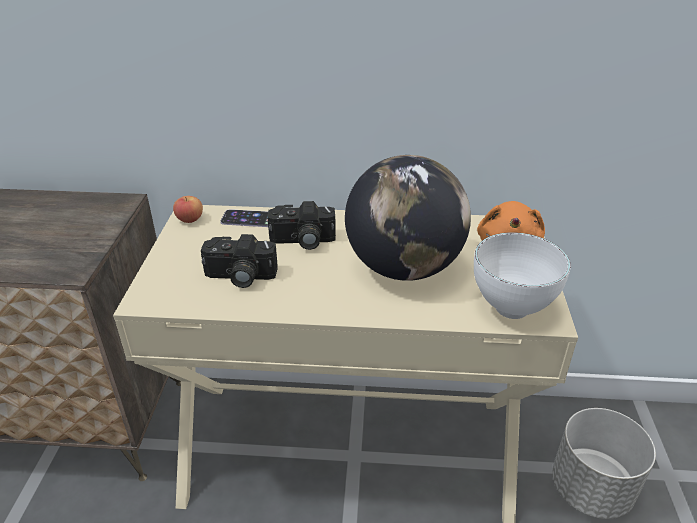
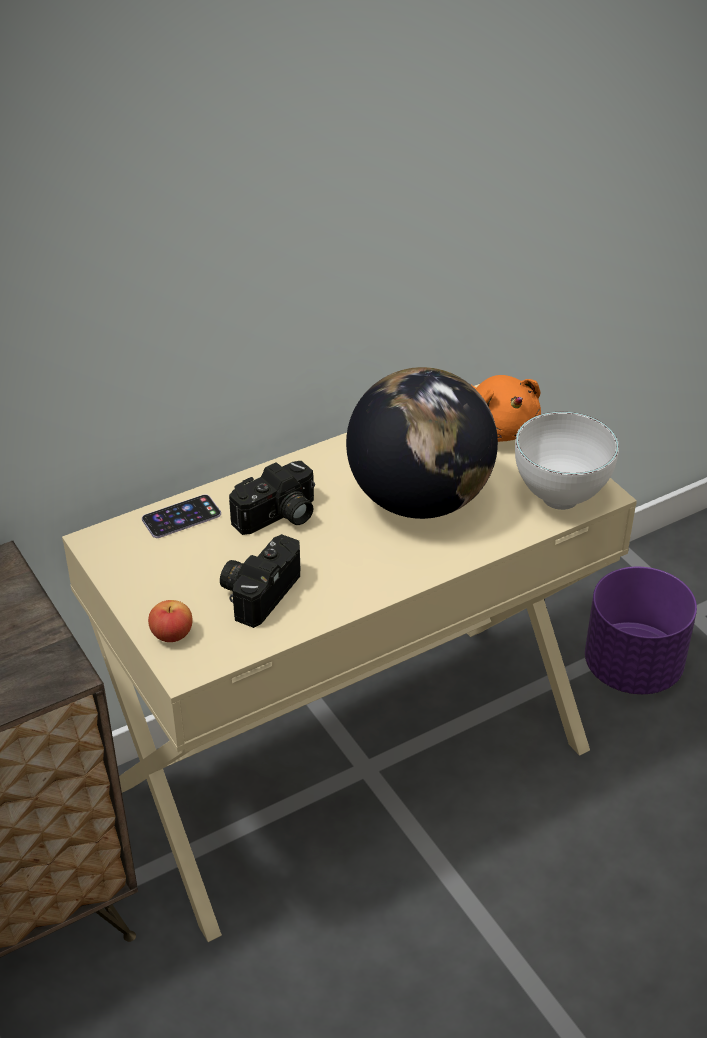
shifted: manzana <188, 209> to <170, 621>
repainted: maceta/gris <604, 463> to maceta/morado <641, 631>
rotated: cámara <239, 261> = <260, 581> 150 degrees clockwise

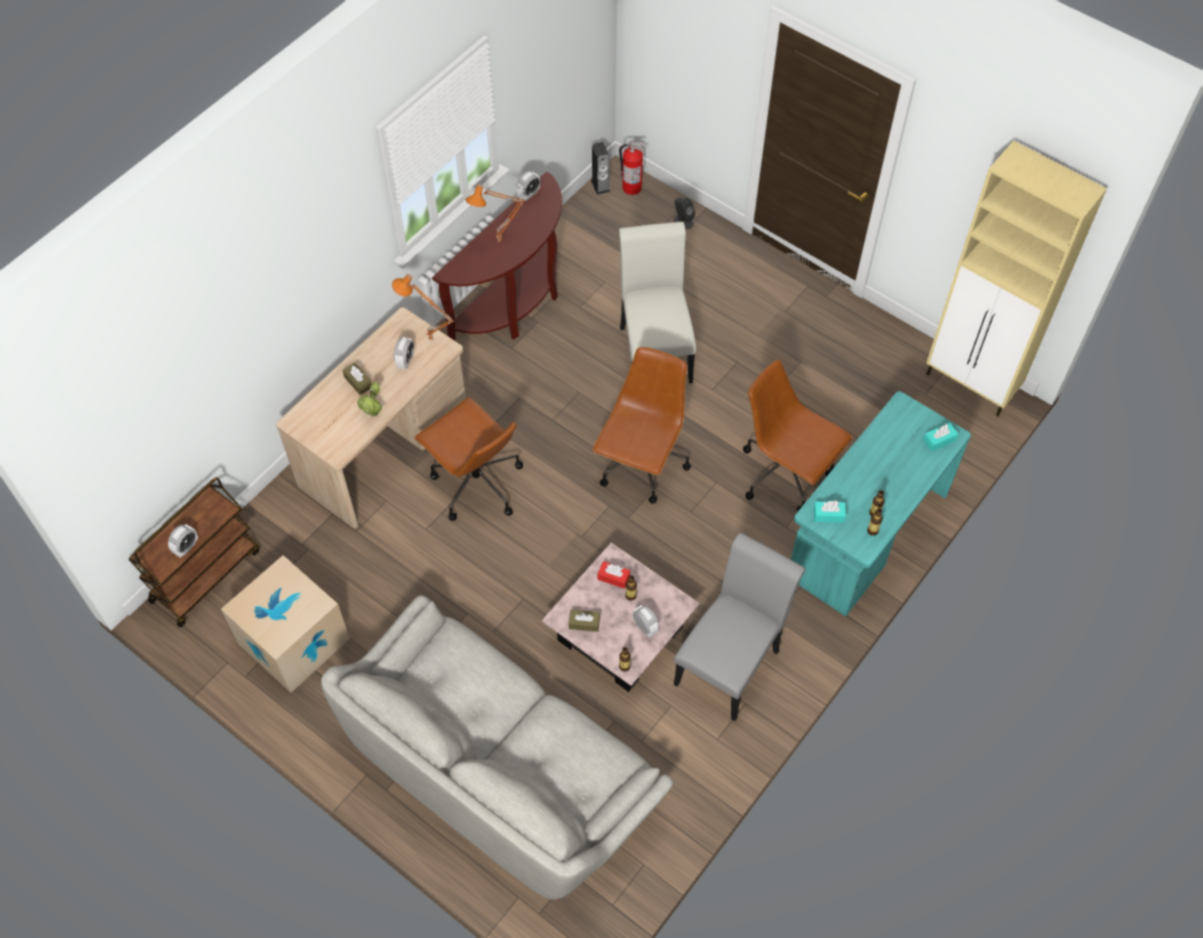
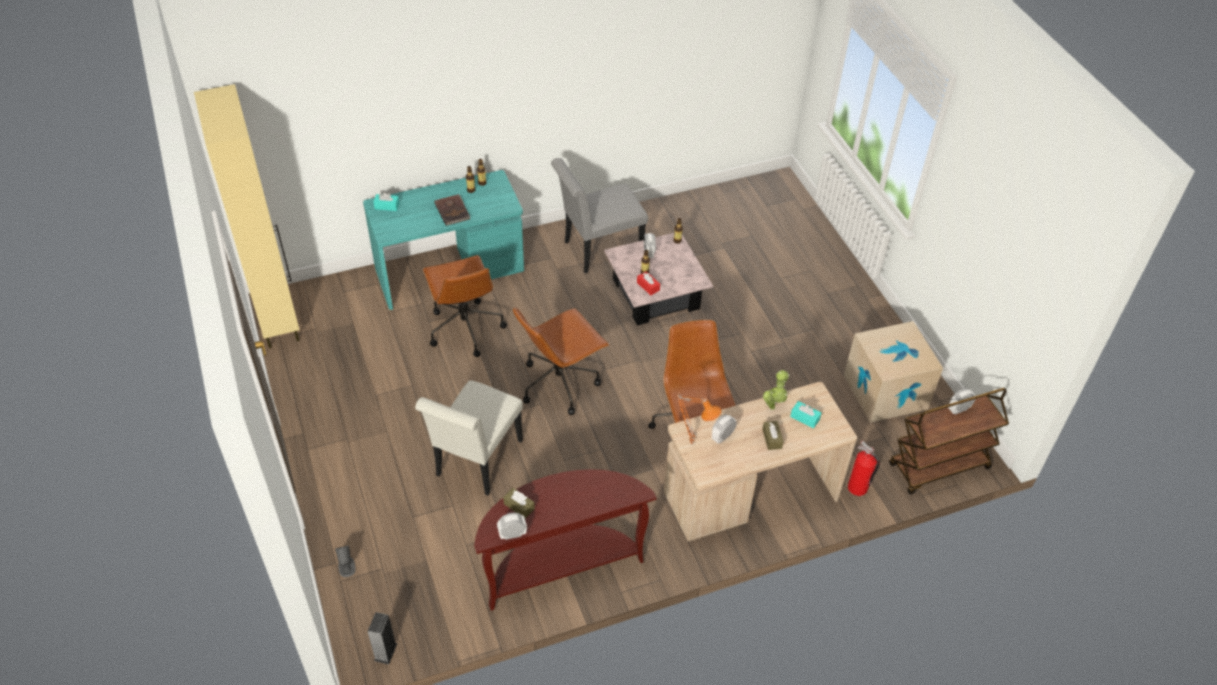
gone: lámpara de mesa/naranja <495, 213>; sofá/gris <497, 747>
new: libro/marrón <452, 210>
shifted: extintor <632, 169> to <864, 468>; caja de pañuelos/turquesa <830, 512> to <805, 415>; caja de pañuelos/marrón <584, 620> to <519, 503>

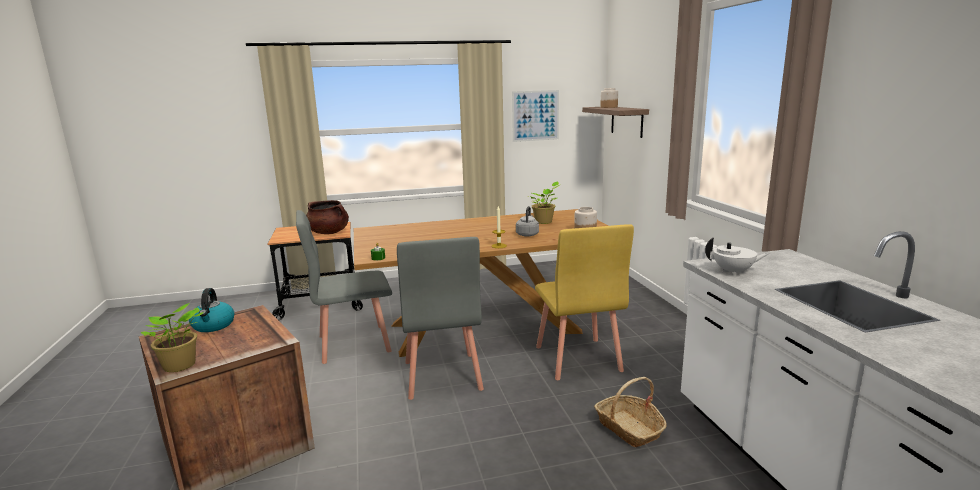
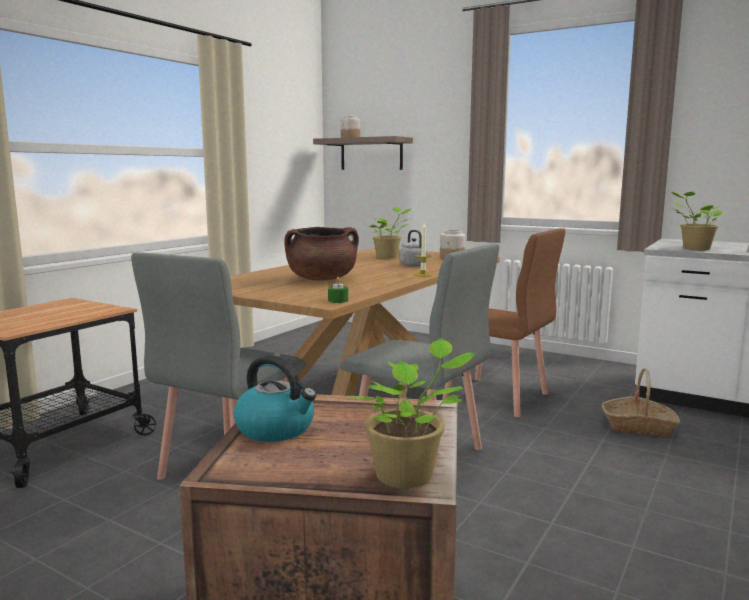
gone: cuadro <535, 116>
shifted: olla/marrón <327, 217> to <321, 254>
swapped: tetera/blanco <737, 256> to planta en maceta <696, 221>
repainted: silla/amarillo <584, 302> to silla/marrón <503, 322>

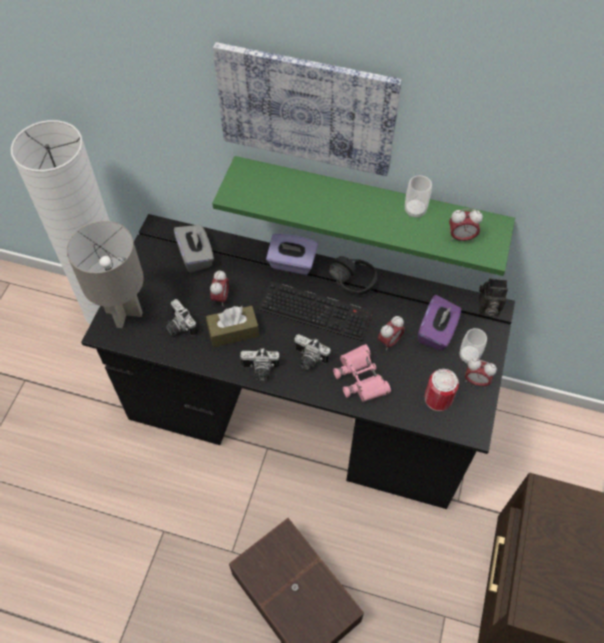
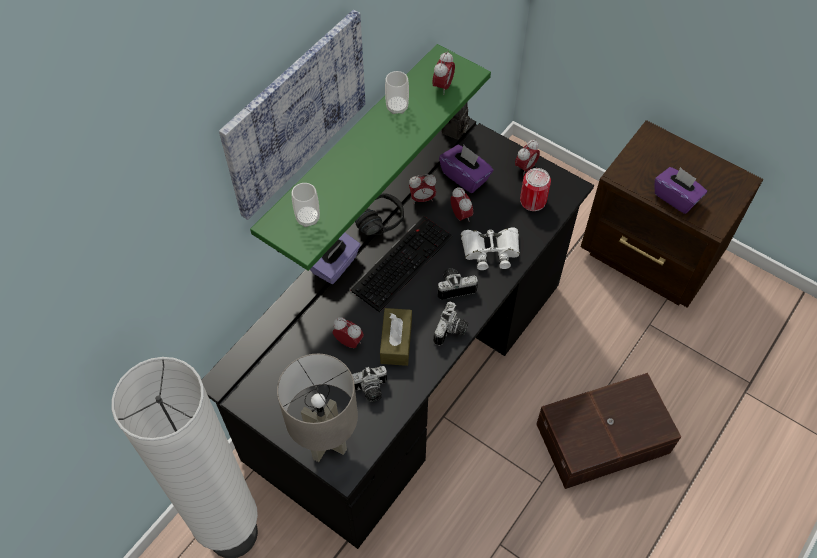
gone: caja de pañuelos/gris <194, 249>
new: caja de pañuelos/morado <681, 190>; despertador <422, 189>
shifted: taza <473, 346> to <306, 205>
repainted: prismáticos/rosa <362, 373> to prismáticos/blanco <490, 248>
rotated: cámara <312, 352> = <458, 284> 150 degrees counterclockwise

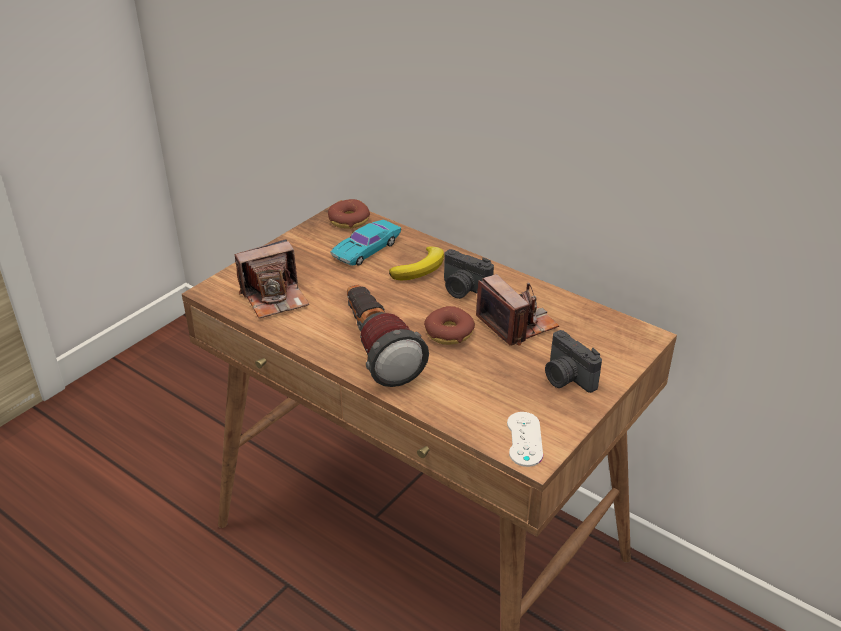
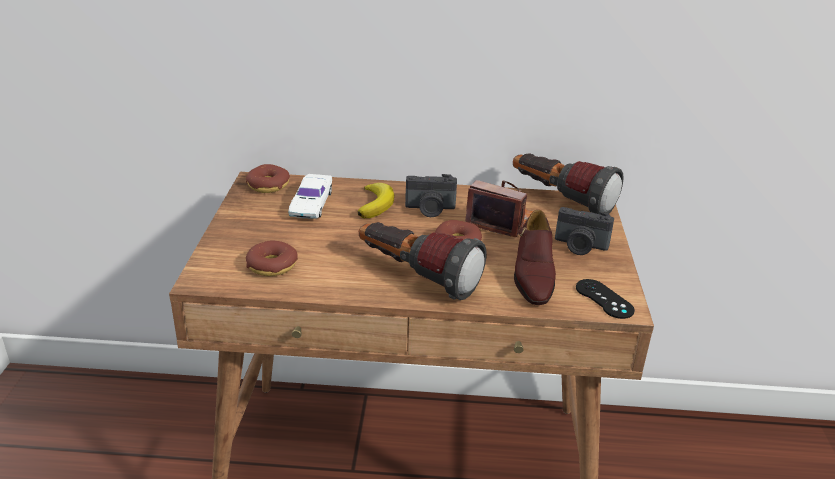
new: linterna <568, 183>; zapato/marrón <535, 257>
swapped: cámara <272, 279> to rosquilla <272, 258>
repainted: coche de juguete/turquesa <366, 243> to coche de juguete/blanco <310, 196>; mando de consola/blanco <525, 439> to mando de consola/negro <605, 299>

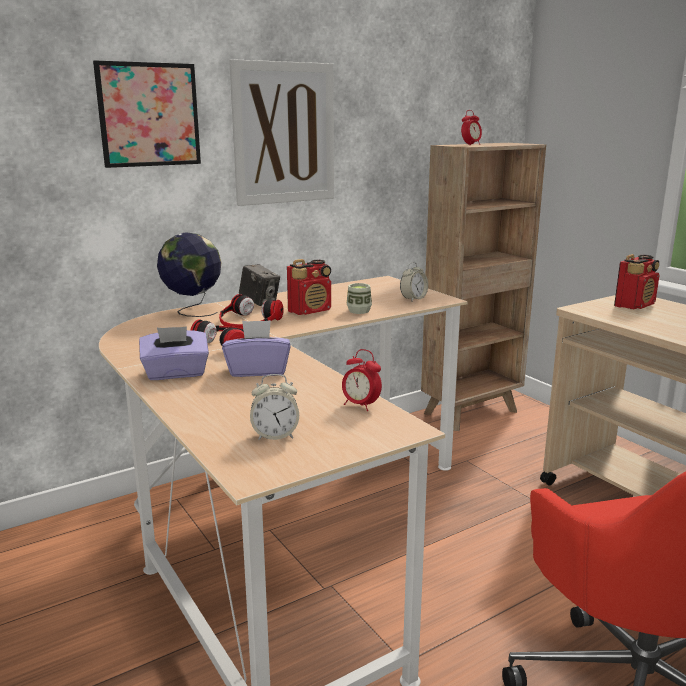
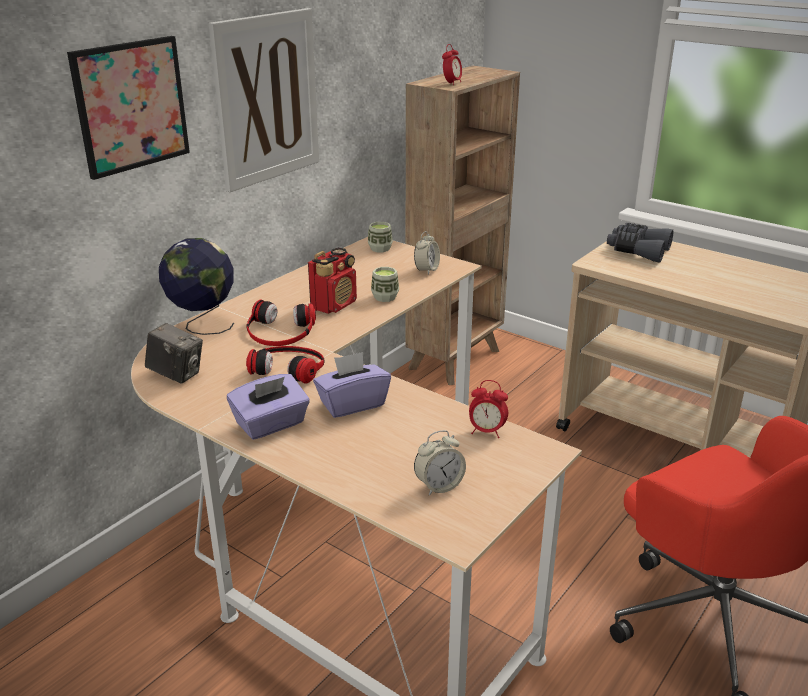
new: taza <380, 237>
shifted: cámara <259, 285> to <174, 353>
swapped: radio <637, 281> to prismáticos/gris <640, 243>

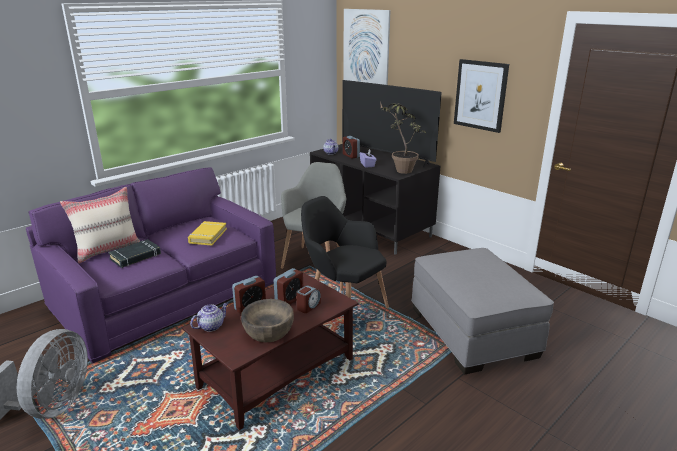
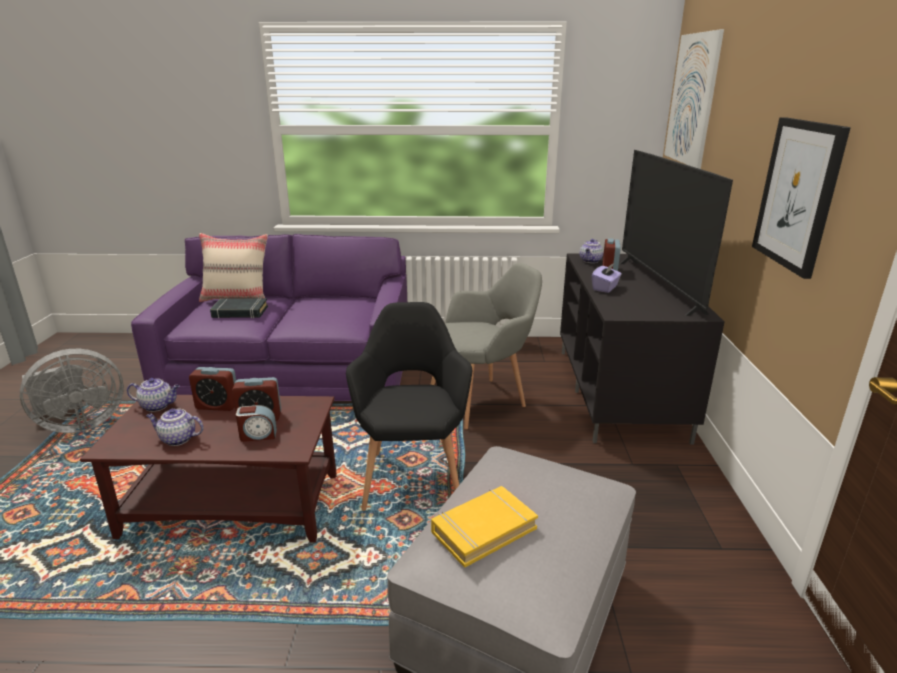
gone: planta en maceta <403, 138>
shifted: libro/amarillo <207, 233> to <484, 527>
swapped: cuenco/marrón <267, 320> to tetera <175, 427>

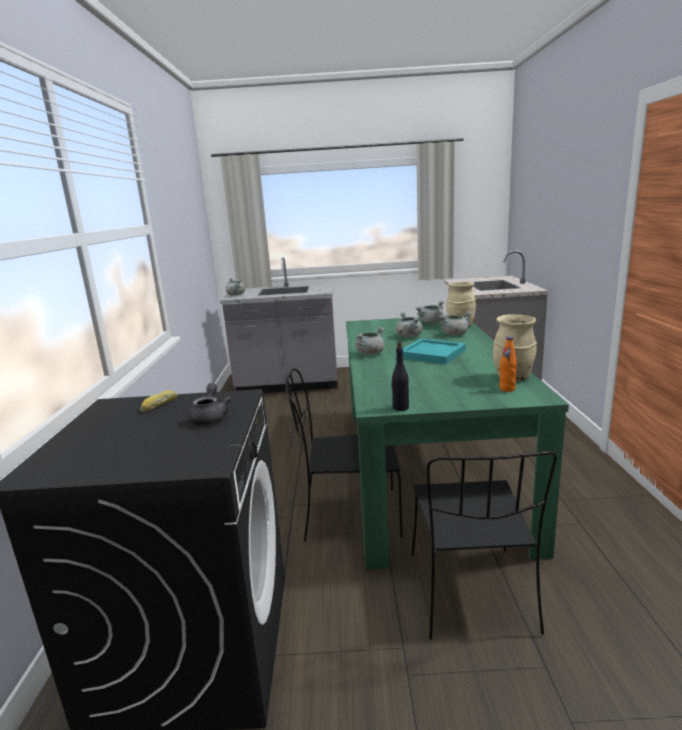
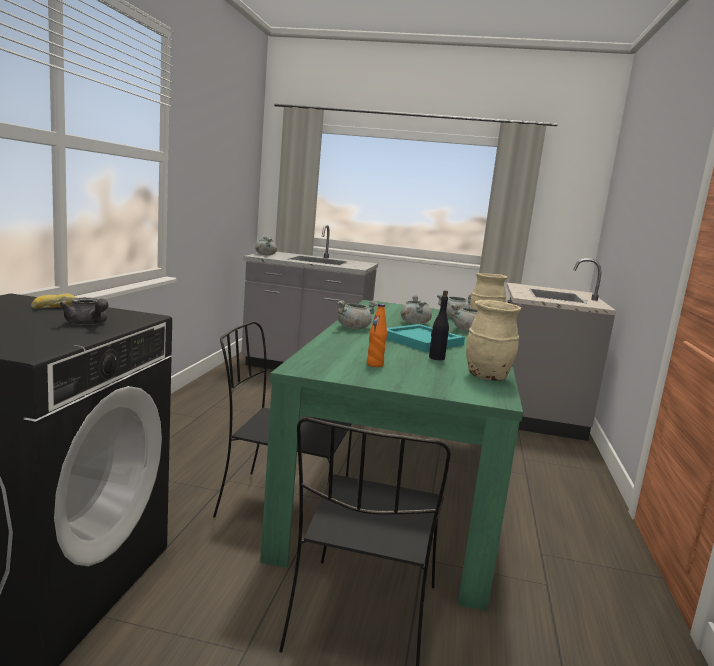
shifted: botella/naranja <508, 364> to <377, 335>; botella/negro <400, 376> to <439, 325>
rotated: tetera/gris <210, 404> = <84, 311> 120 degrees clockwise

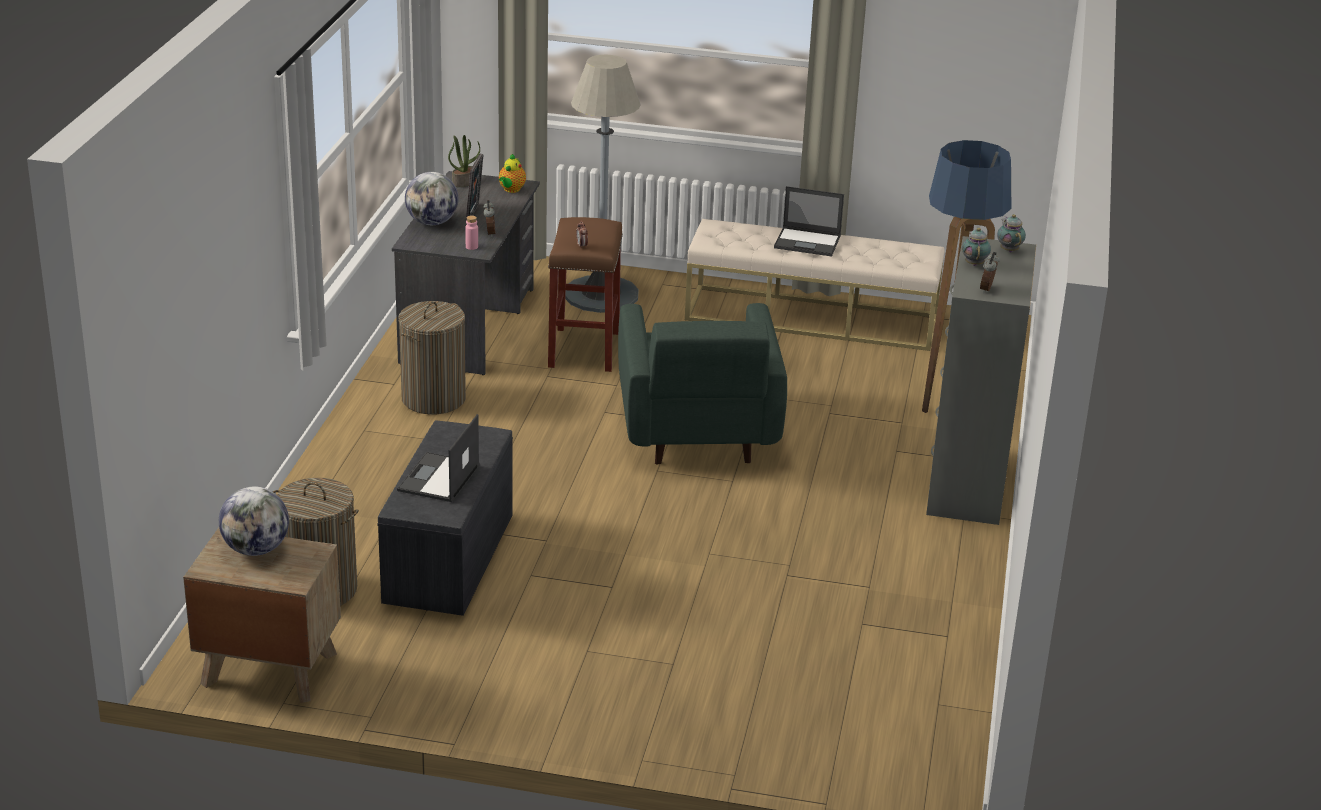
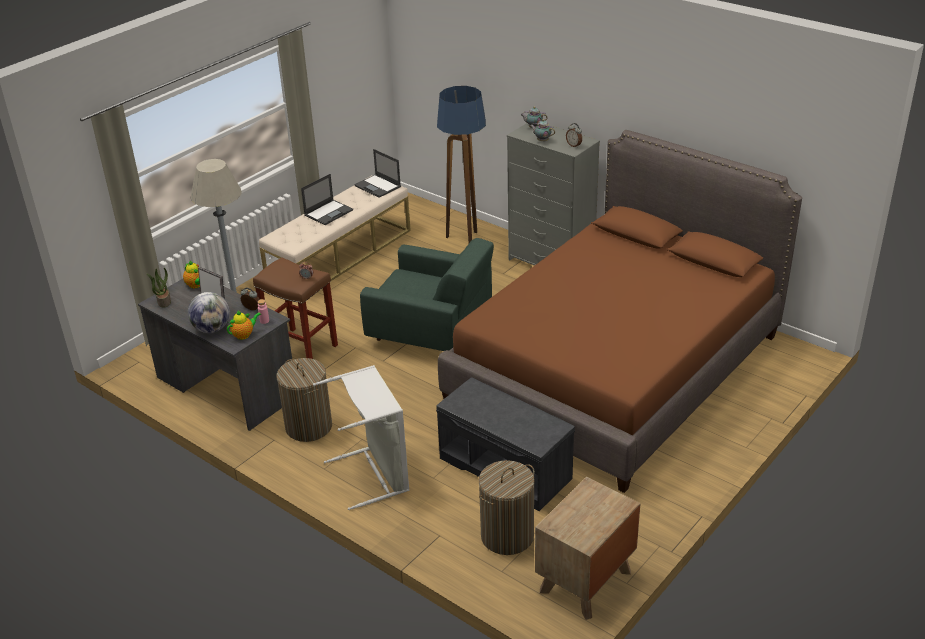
gone: globo terráqueo <254, 521>
new: cama/marrón <620, 311>; tetera <244, 325>; cesto de la ropa/gris <361, 437>
shifted: portátil <438, 458> to <377, 173>

